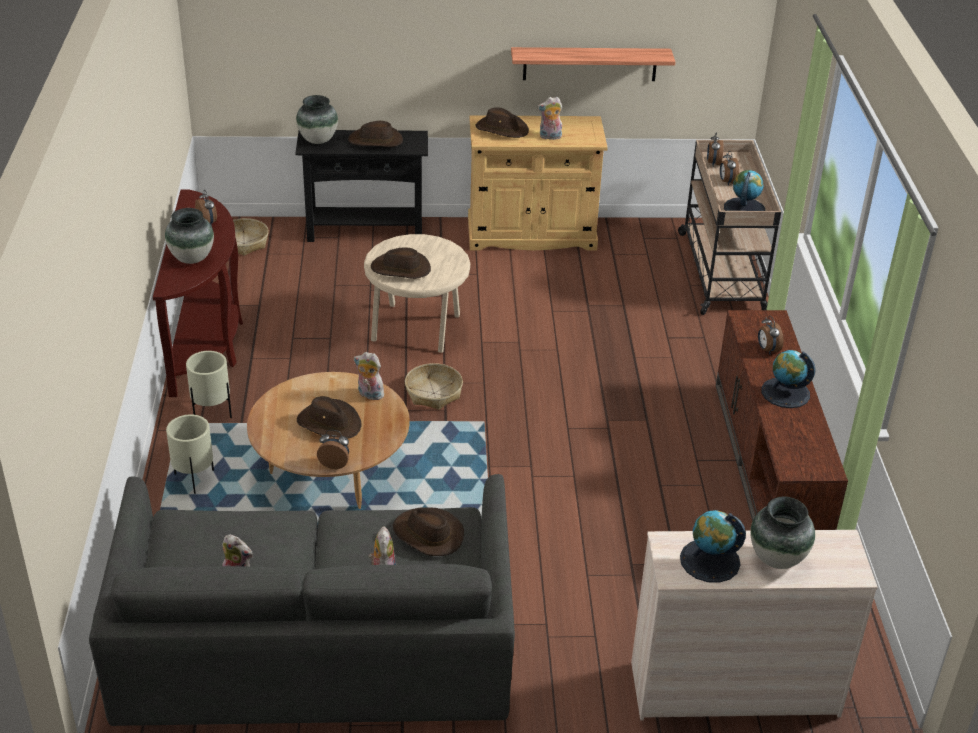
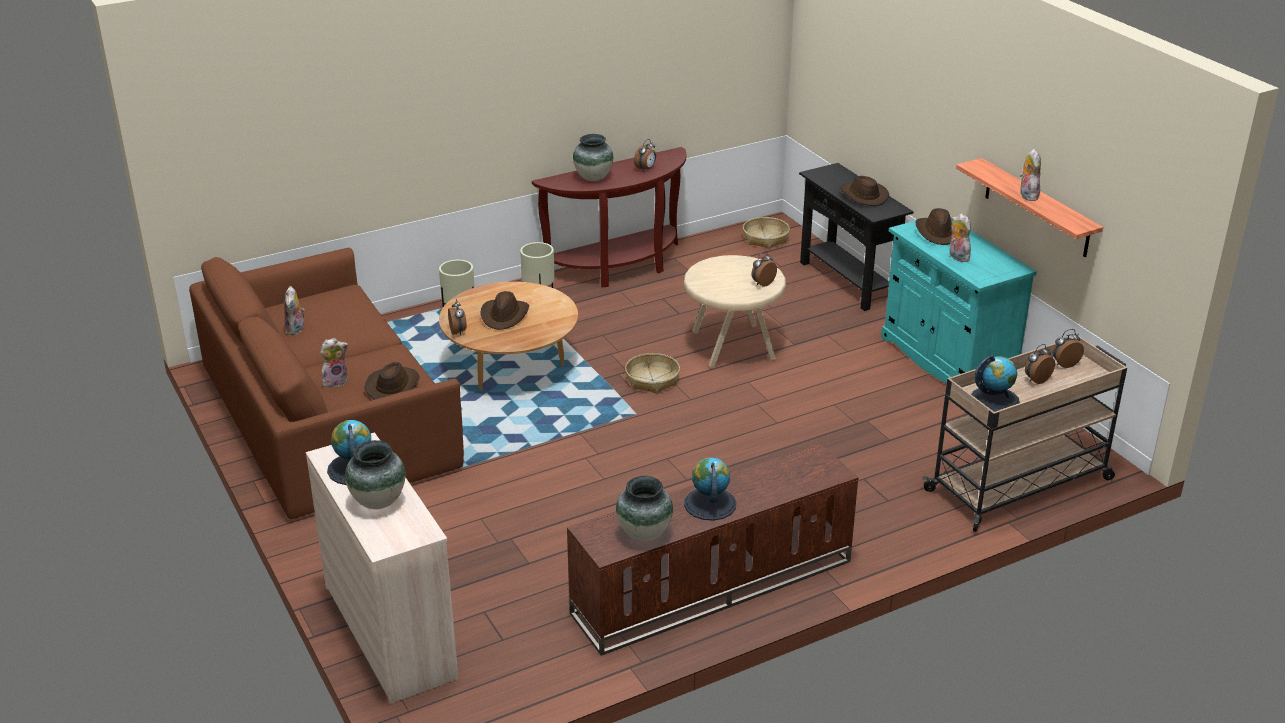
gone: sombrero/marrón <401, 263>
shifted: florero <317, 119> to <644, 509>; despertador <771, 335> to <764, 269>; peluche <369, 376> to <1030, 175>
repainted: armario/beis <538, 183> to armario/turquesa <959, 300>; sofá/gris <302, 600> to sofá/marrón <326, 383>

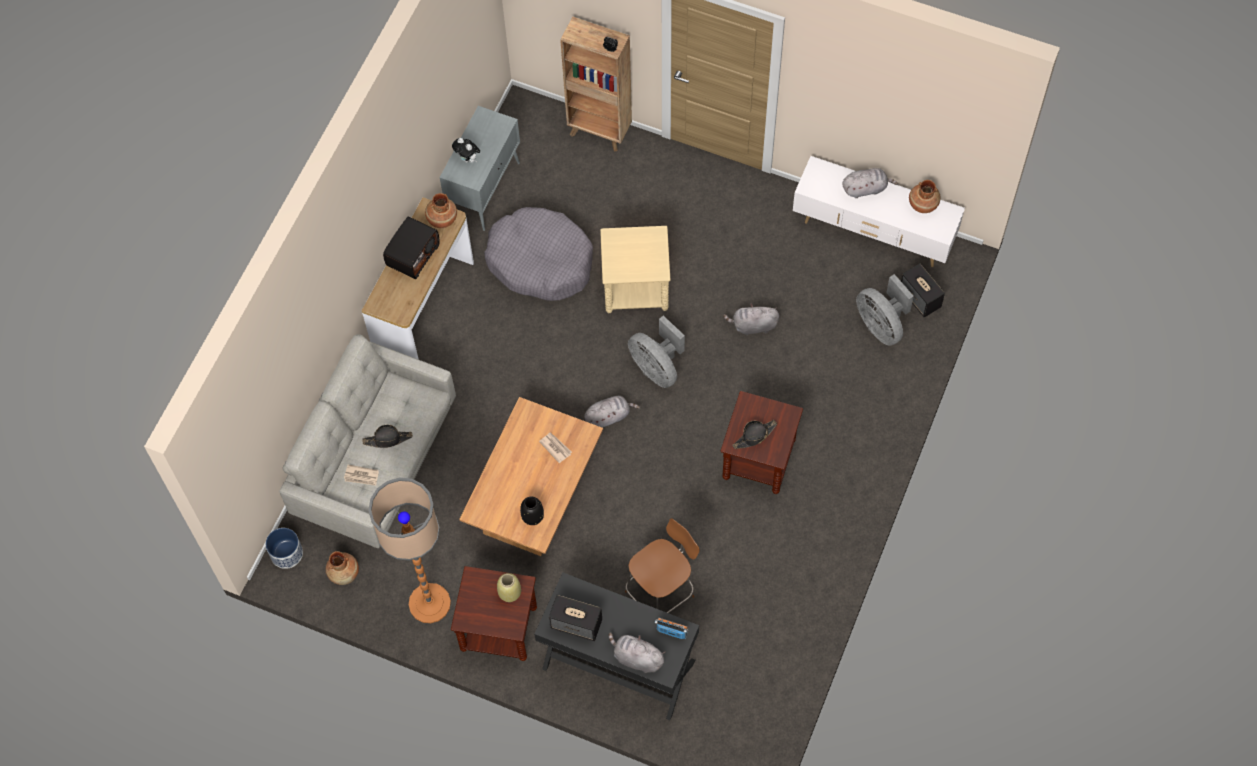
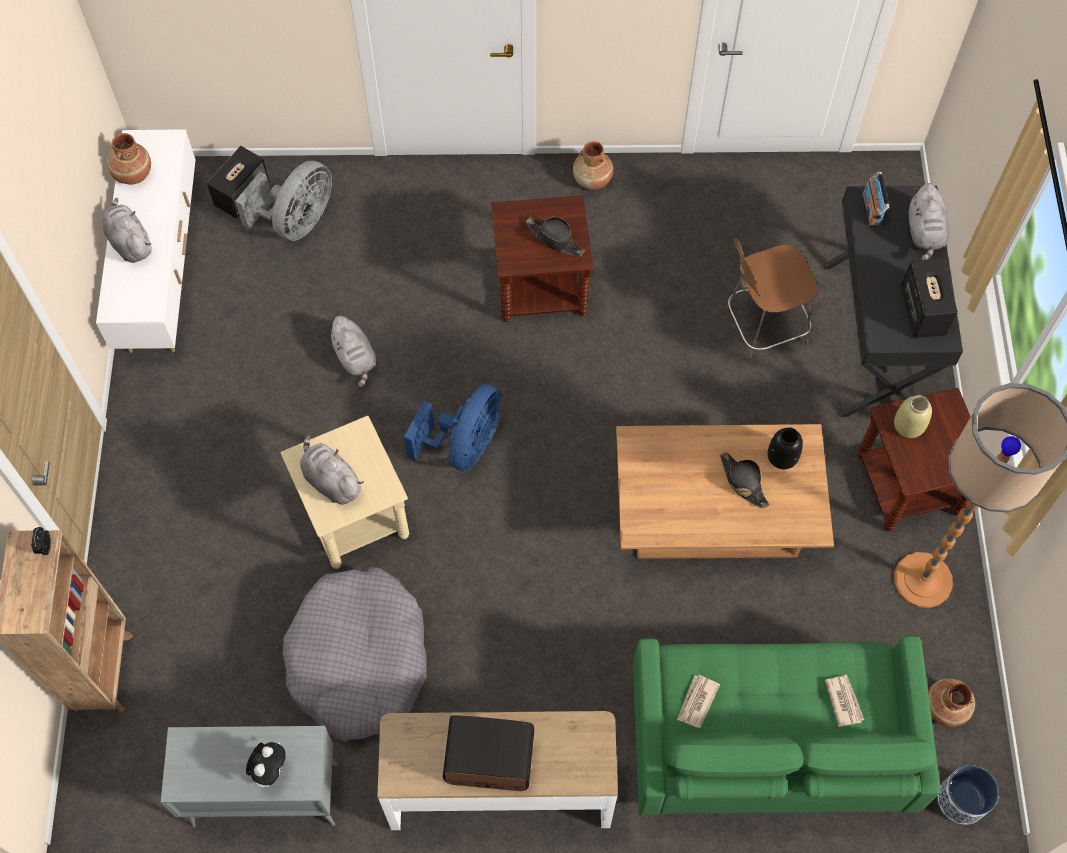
shifted: florero/marrón <441, 210> to <593, 165>; peluche/gris <612, 412> to <332, 470>; sombrero/negro <387, 436> to <745, 480>; periódico <555, 447> to <698, 701>
repainted: ventilador/gris <656, 351> to ventilador/azul <452, 428>; sofá/gris <367, 441> to sofá/verde <786, 725>
rotated: silla/marrón <662, 565> = <771, 300> 45 degrees counterclockwise

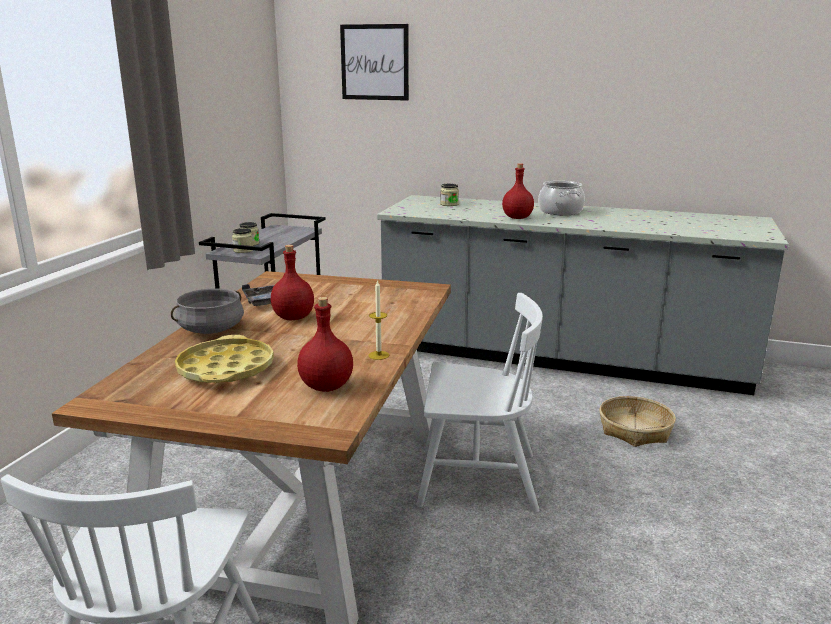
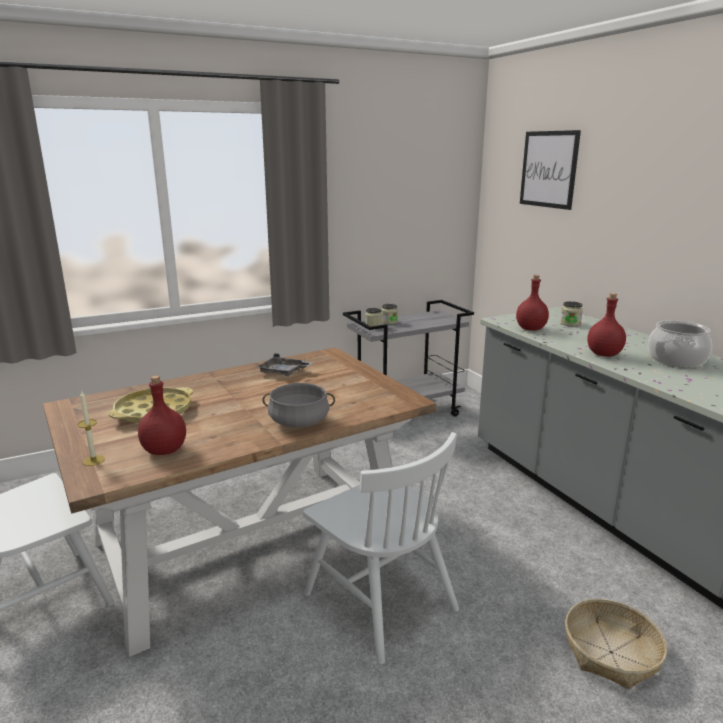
shifted: botella/rojo <292, 282> to <532, 303>; vela <378, 320> to <91, 428>; olla/gris <207, 311> to <298, 405>

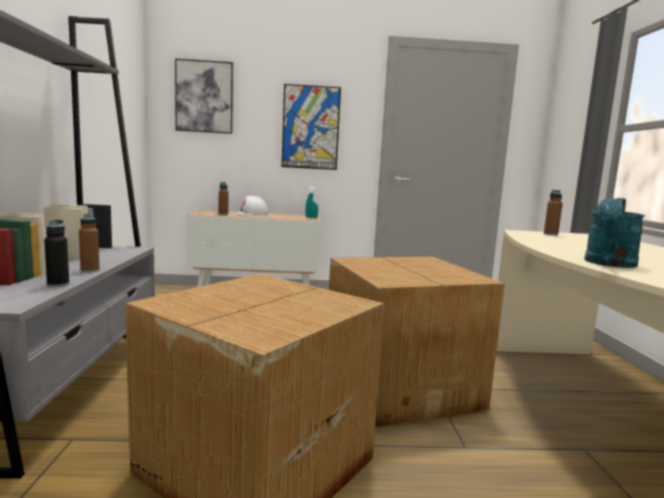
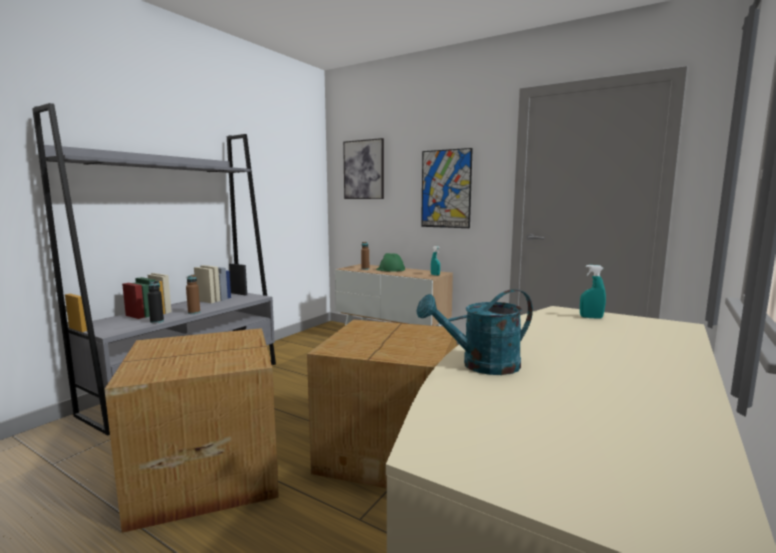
swapped: botella/marrón <553, 213> to pulverizador/turquesa <593, 292>
repainted: casco/blanco <252, 206> to casco/verde <390, 262>

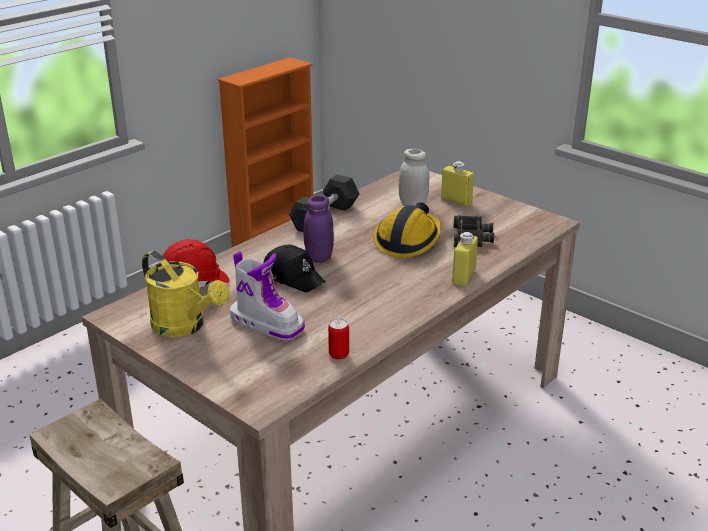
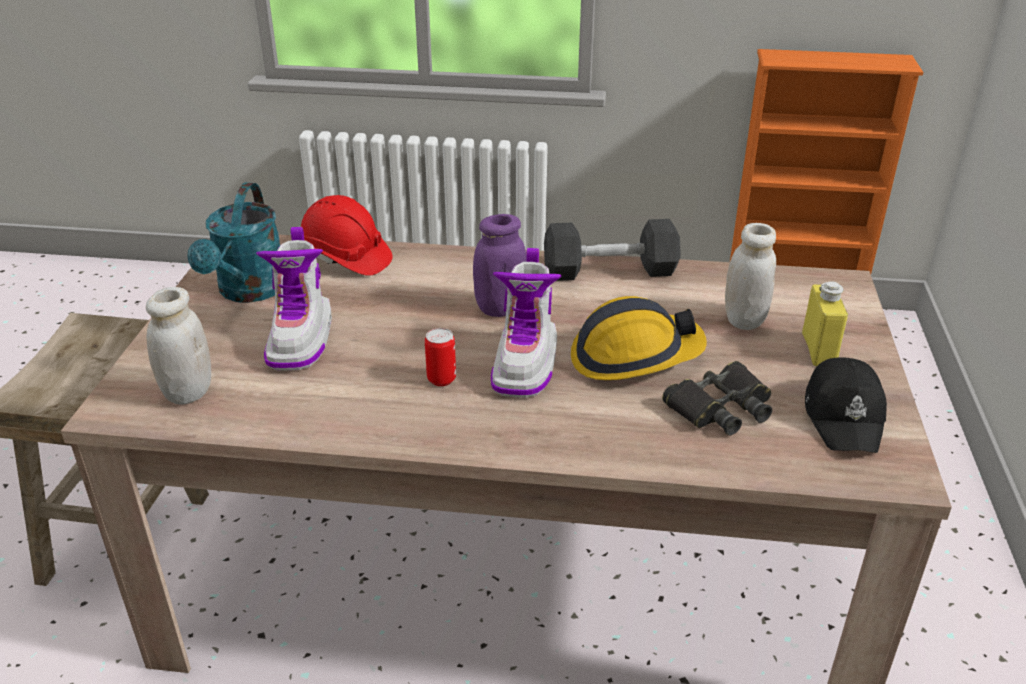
gone: botella/amarillo <465, 259>
new: bota <526, 323>; tarro/blanco <178, 346>
shifted: gorra/negro <294, 268> to <846, 405>; lata <338, 339> to <440, 357>
repainted: regadera/amarillo <185, 294> to regadera/turquesa <233, 243>

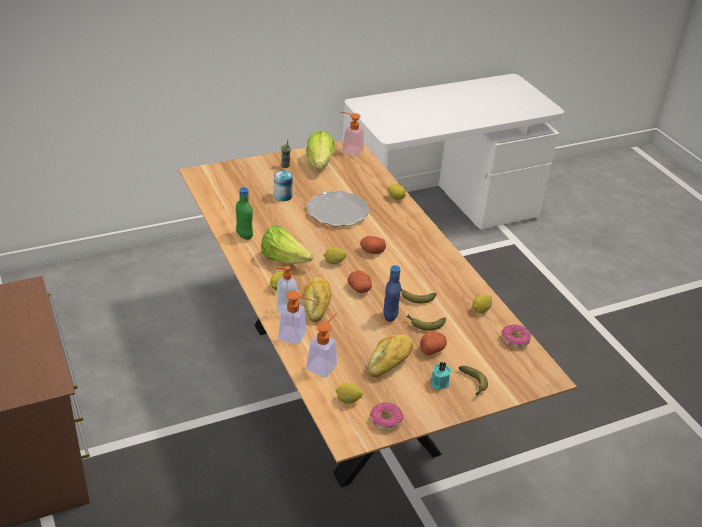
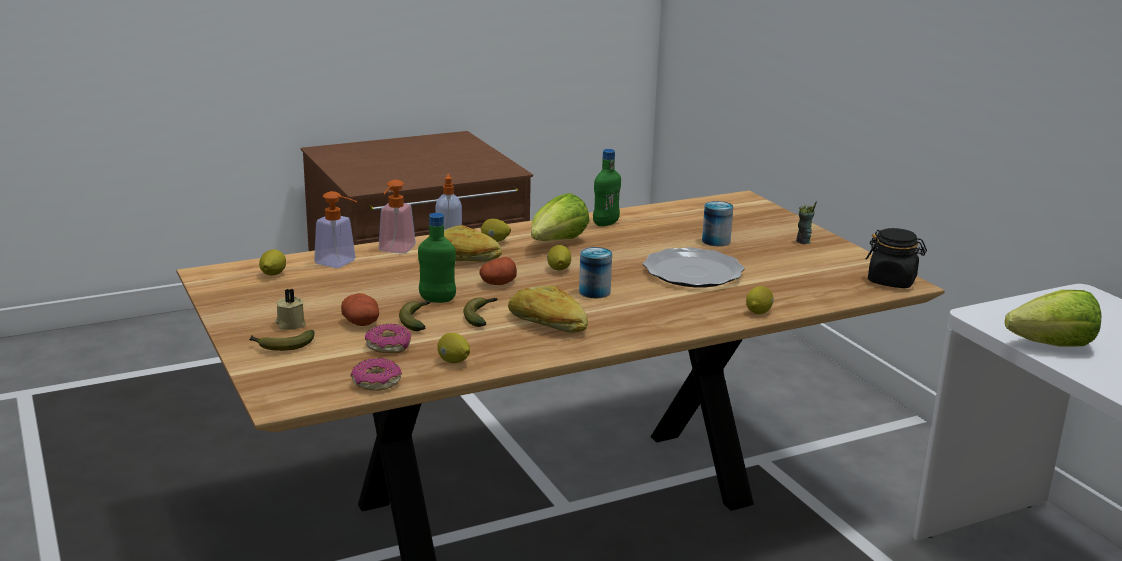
shifted: lechuga <320, 150> to <1053, 318>; pan <390, 356> to <548, 309>; rosquilla <386, 416> to <388, 338>
swapped: dispensador de jabón <352, 134> to tarro/negro <896, 258>; patata <373, 245> to lata <595, 272>
repainted: botella/azul <392, 293> to botella/verde <437, 258>; vela/turquesa <441, 376> to vela/beis <290, 309>

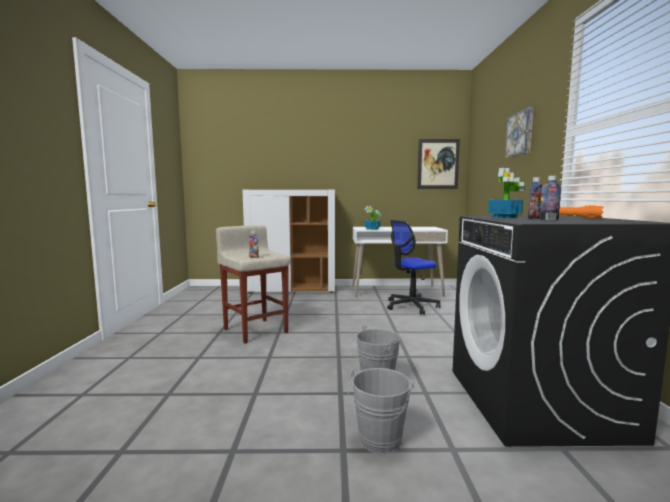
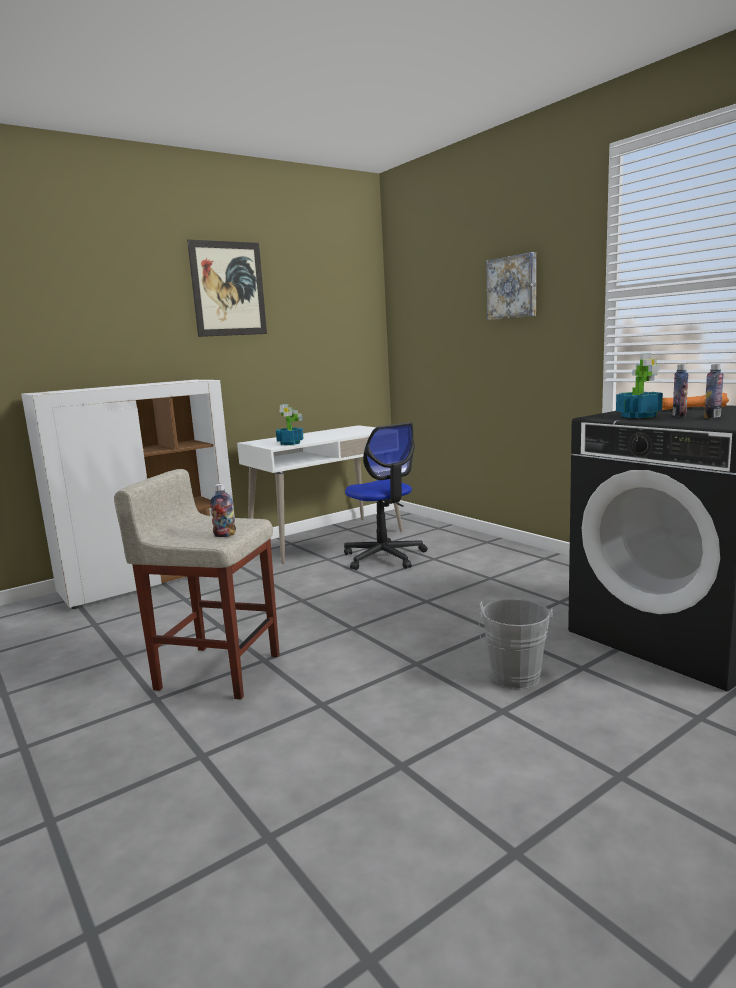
gone: cubo/gris <380, 411>
shifted: cuadro <438, 164> to <227, 288>
rotated: silla de oficina <414, 267> = <386, 496> 60 degrees counterclockwise

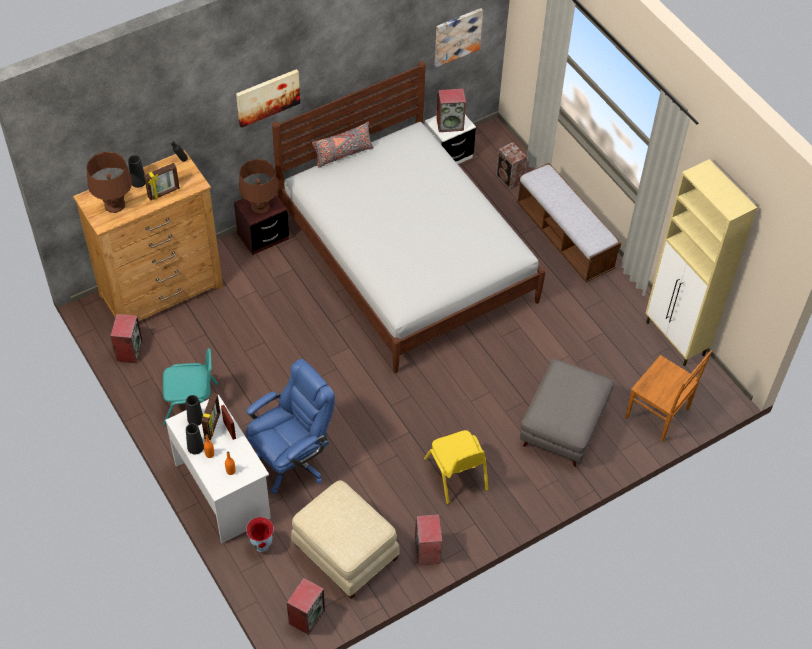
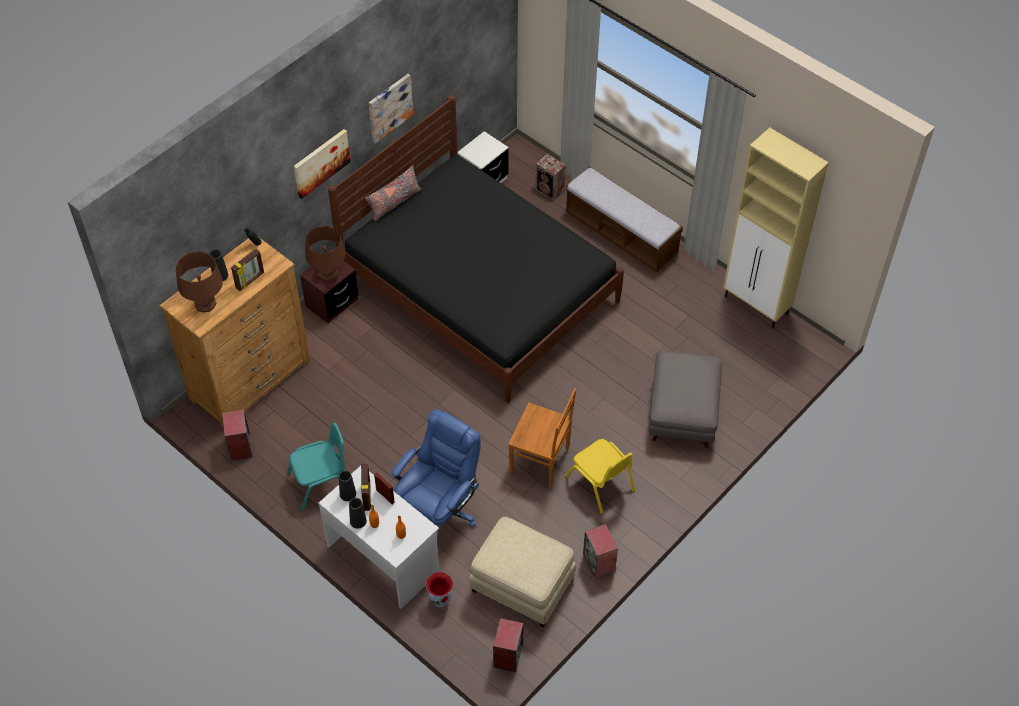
gone: altavoz <451, 110>
shifted: cuadro <459, 37> to <391, 109>; silla/marrón <668, 396> to <542, 437>
repainted: cama/blanco <409, 217> to cama/negro <476, 249>

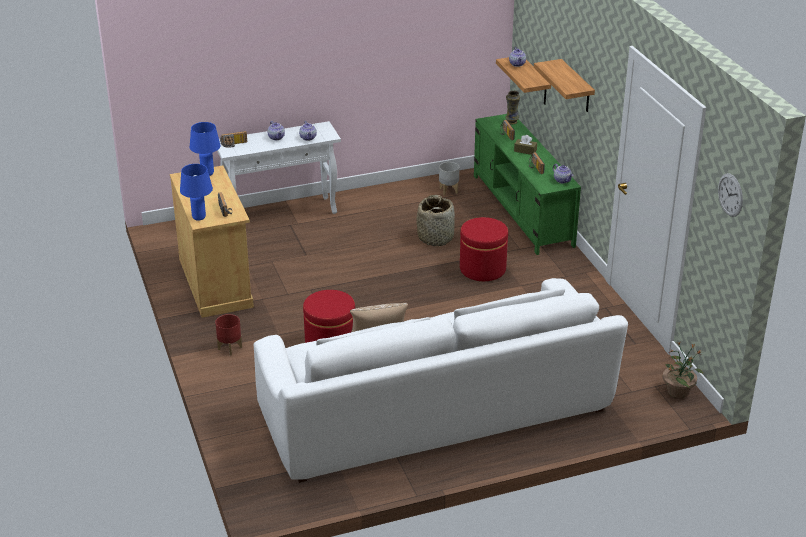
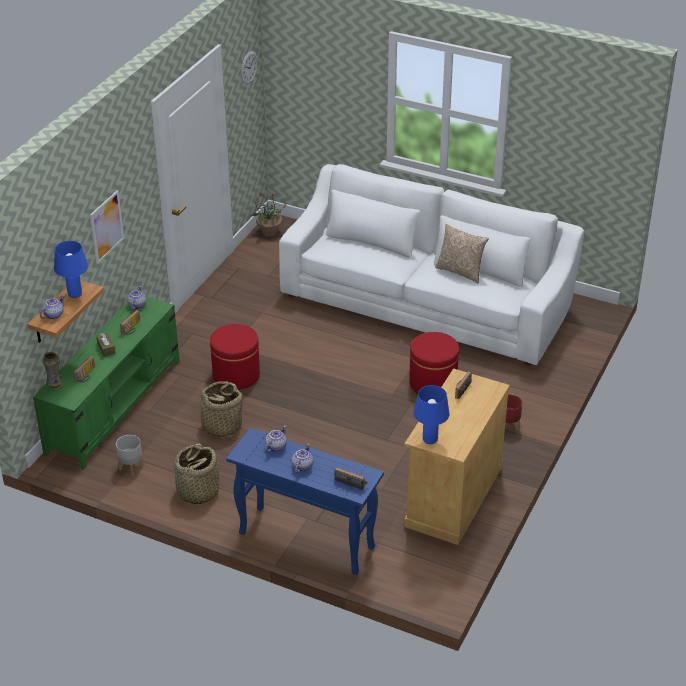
new: cesta <196, 473>
shifted: lámpara de mesa/azul <196, 192> to <71, 269>
swapped: estante <564, 85> to cuadro <107, 227>
repainted: mesa consola/blanco <279, 167> to mesa consola/azul <305, 501>

